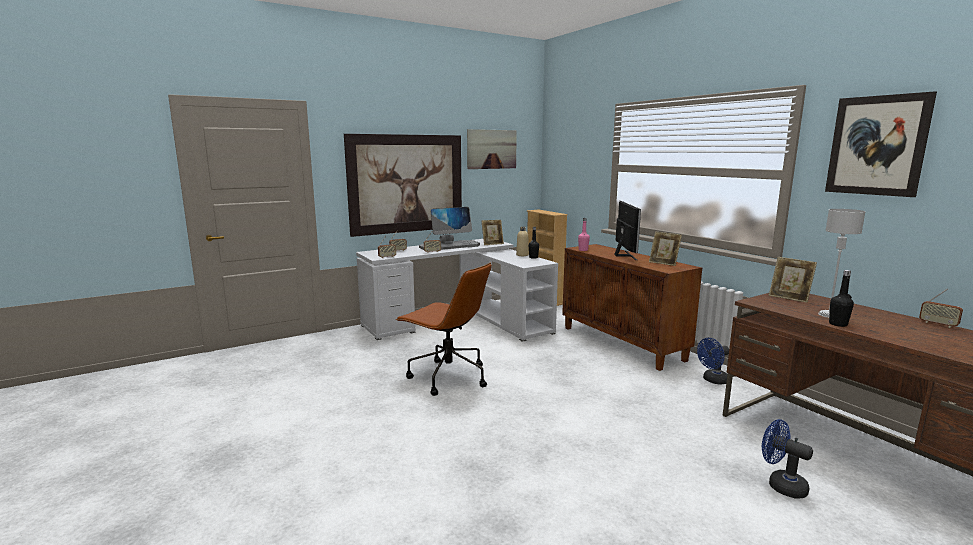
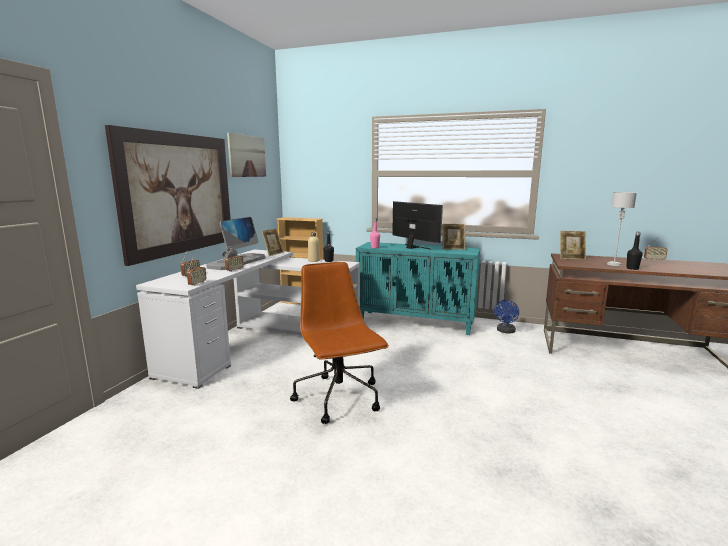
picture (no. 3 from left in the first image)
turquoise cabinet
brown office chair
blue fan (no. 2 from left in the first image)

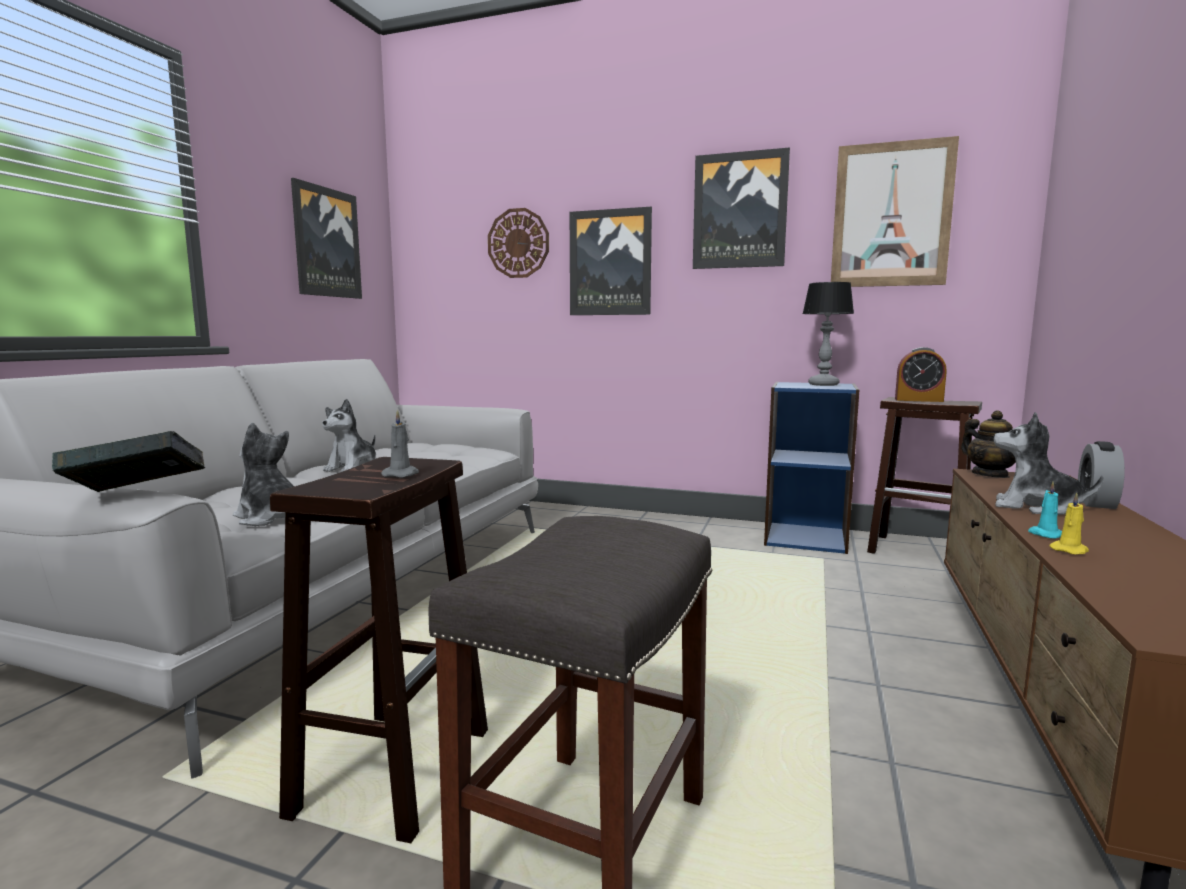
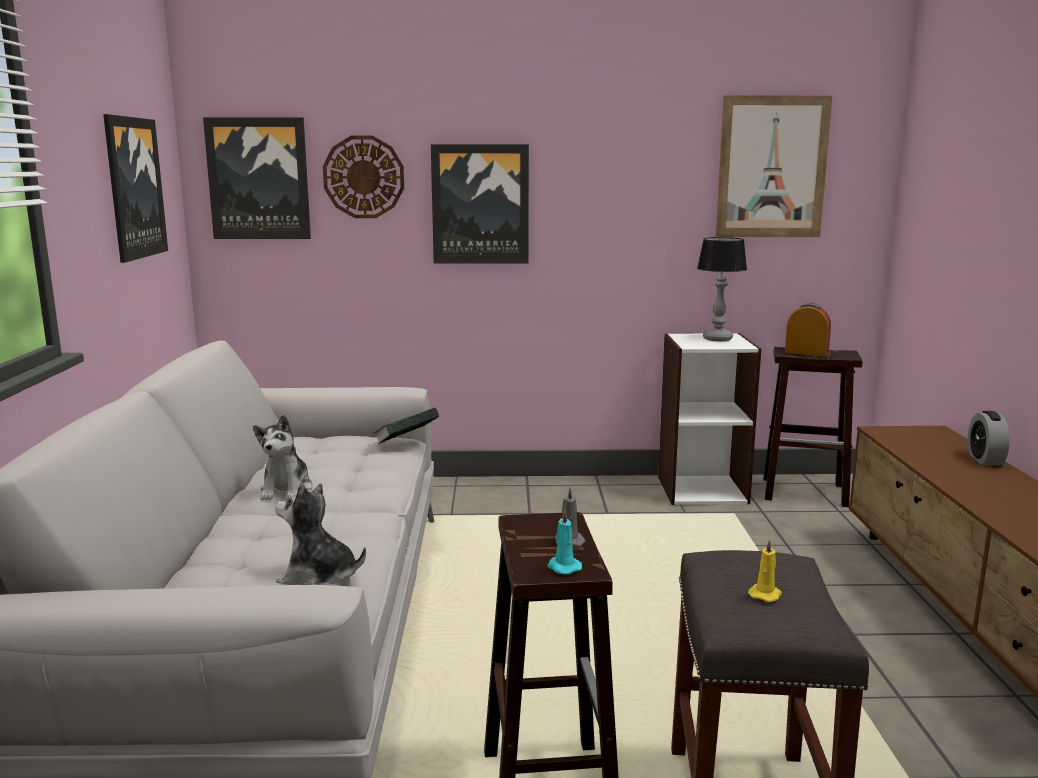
picture (no. 2 from left)
alarm clock (no. 1 from left)
white bookcase
teapot
plush toy (no. 3 from left in the first image)
book
turquoise candle
yellow candle

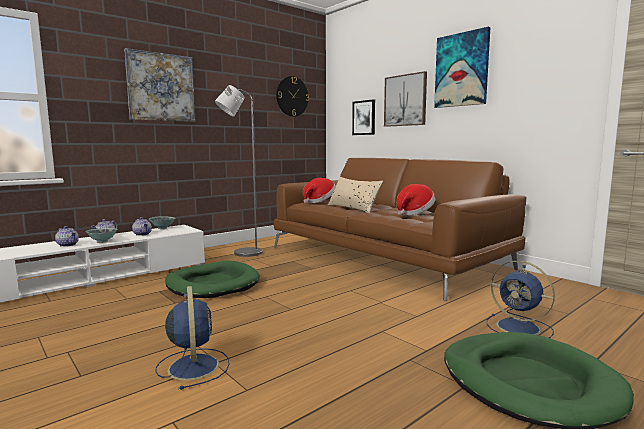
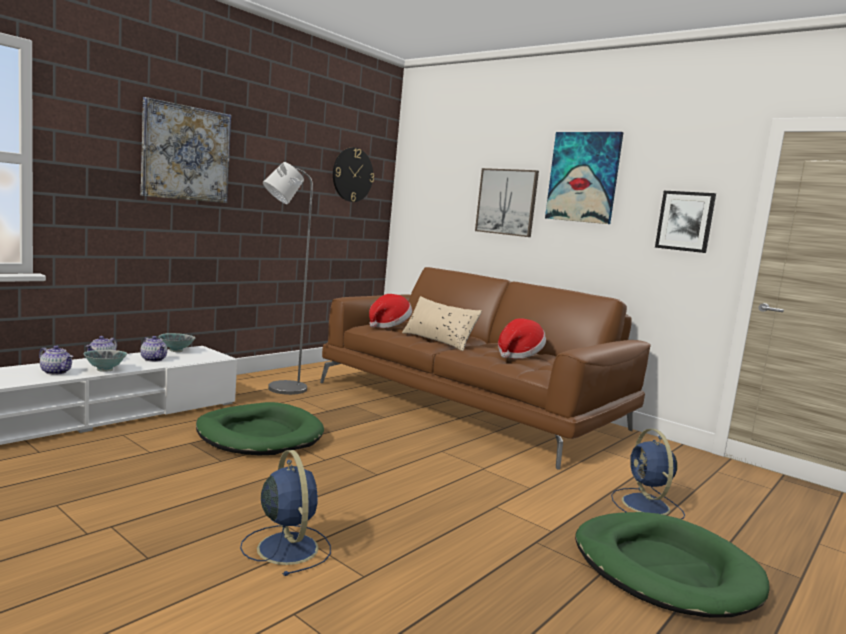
picture (no. 4 from left)
blue fan (no. 2 from left)

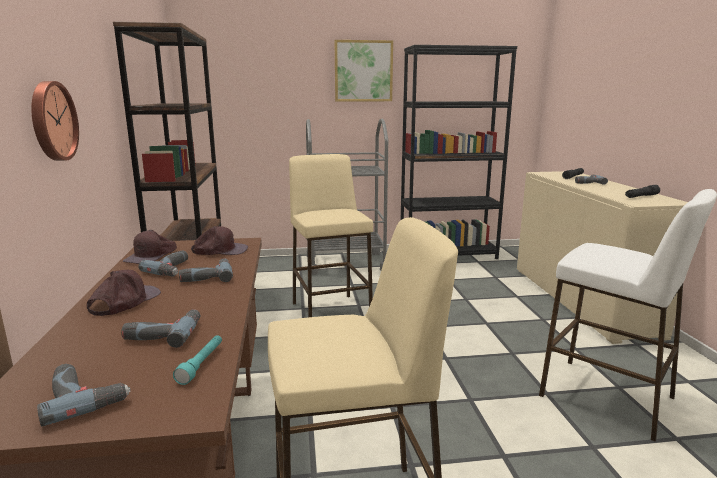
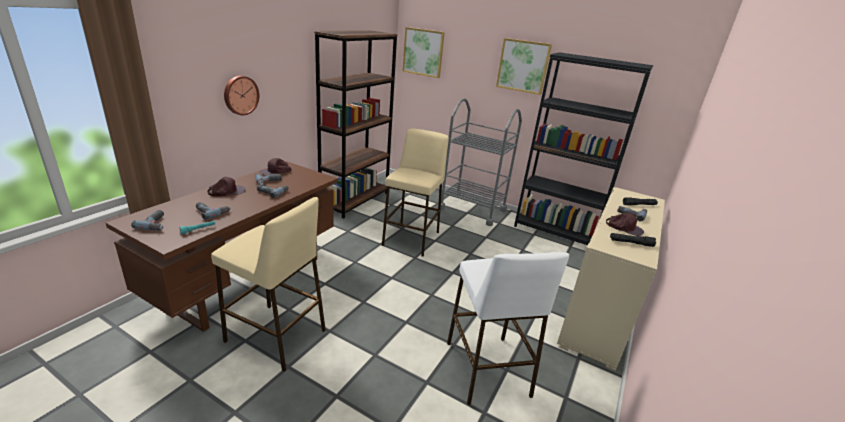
brown cap (no. 3 from left)
picture (no. 1 from left)

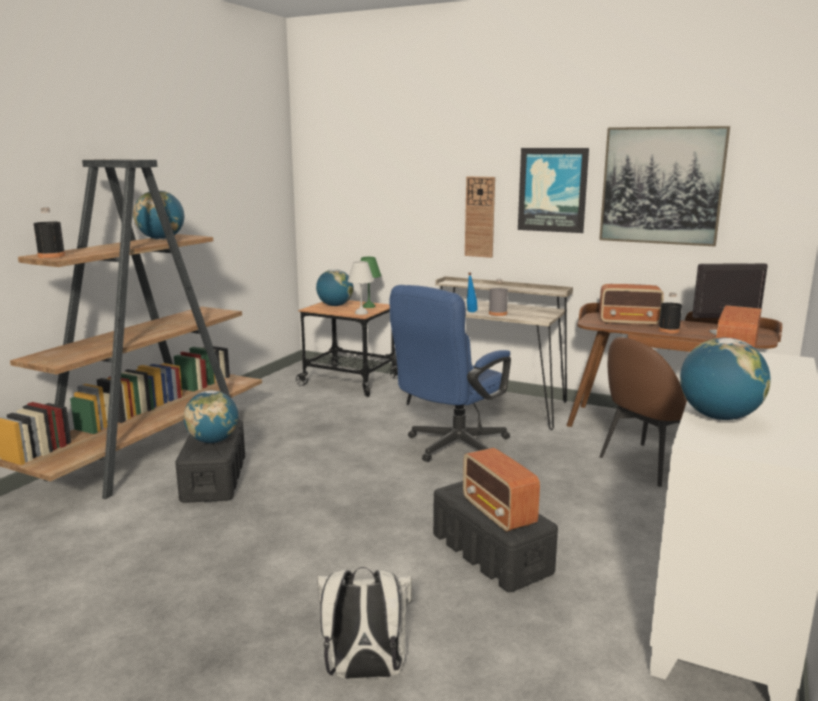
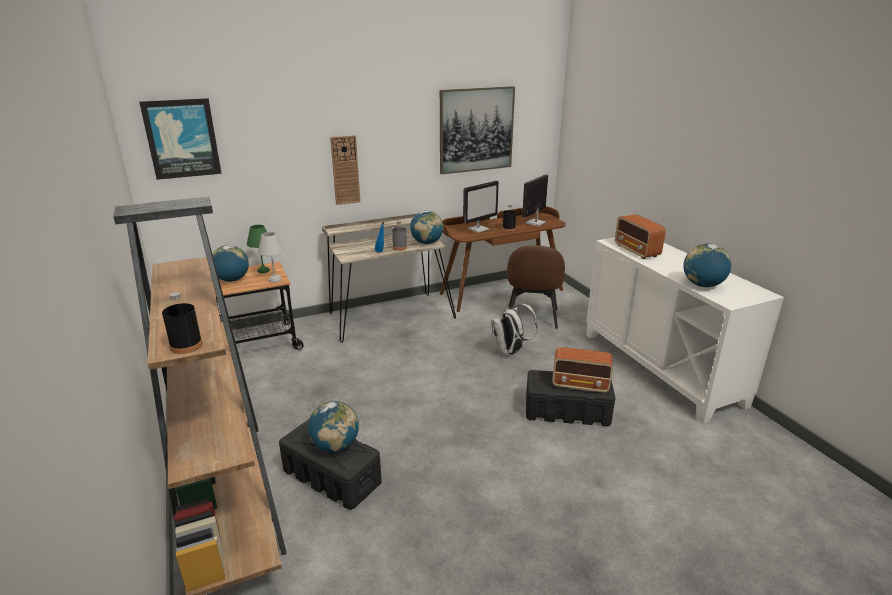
picture (no. 1 from left)
globe (no. 3 from left)
monitor (no. 1 from left)
blue office chair
white backpack

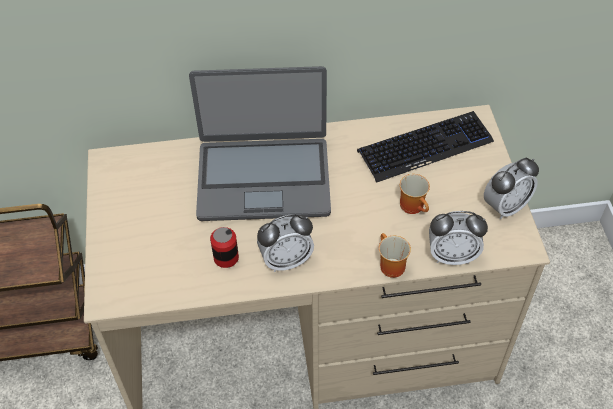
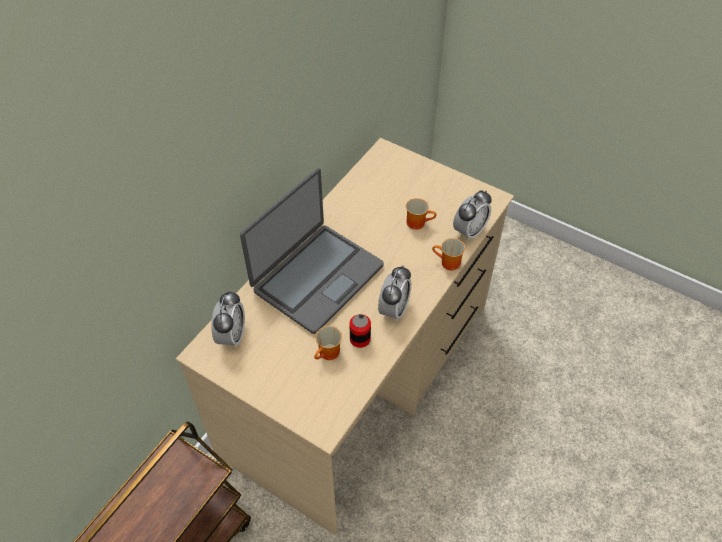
keyboard
alarm clock (no. 1 from left)
mug (no. 1 from left)

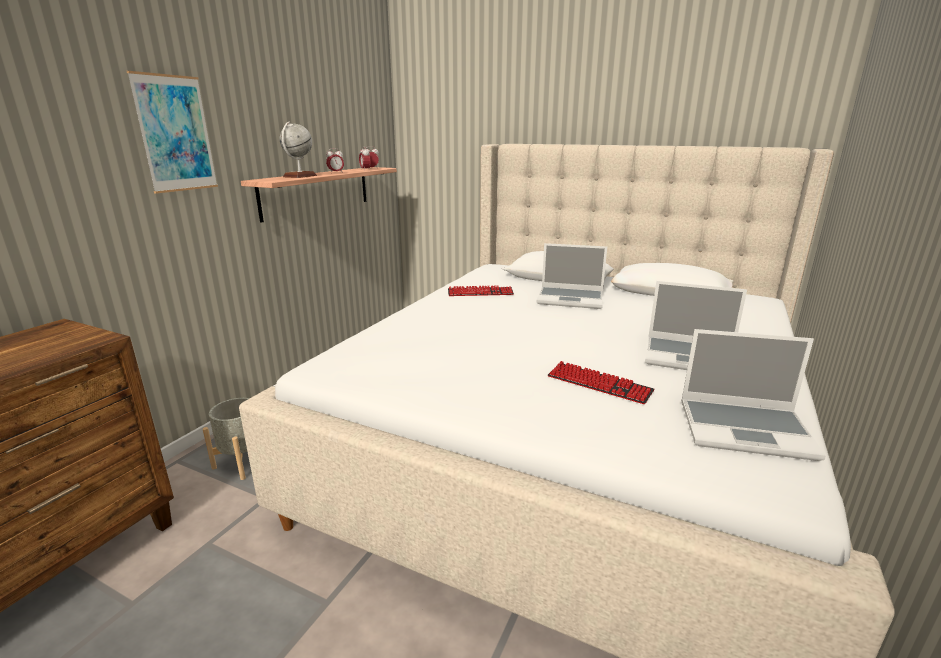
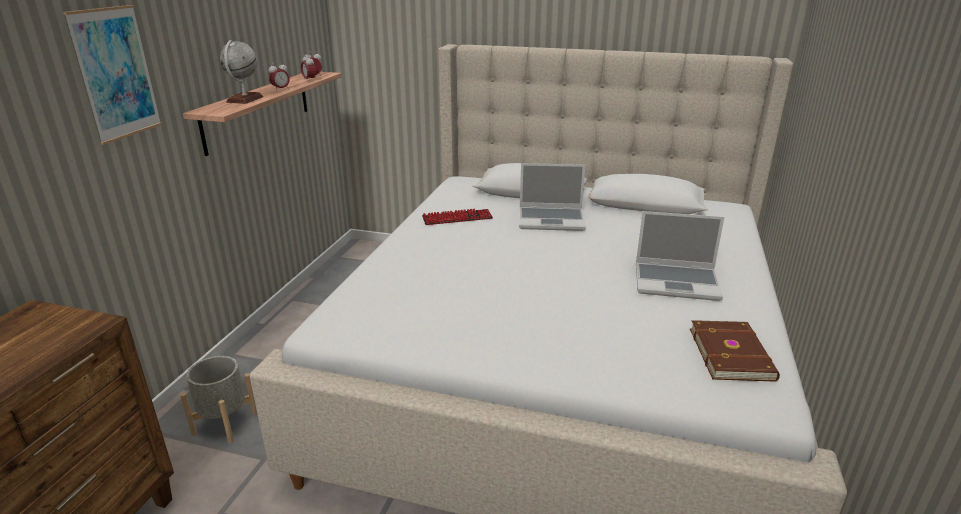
brown book
keyboard (no. 2 from left in the first image)

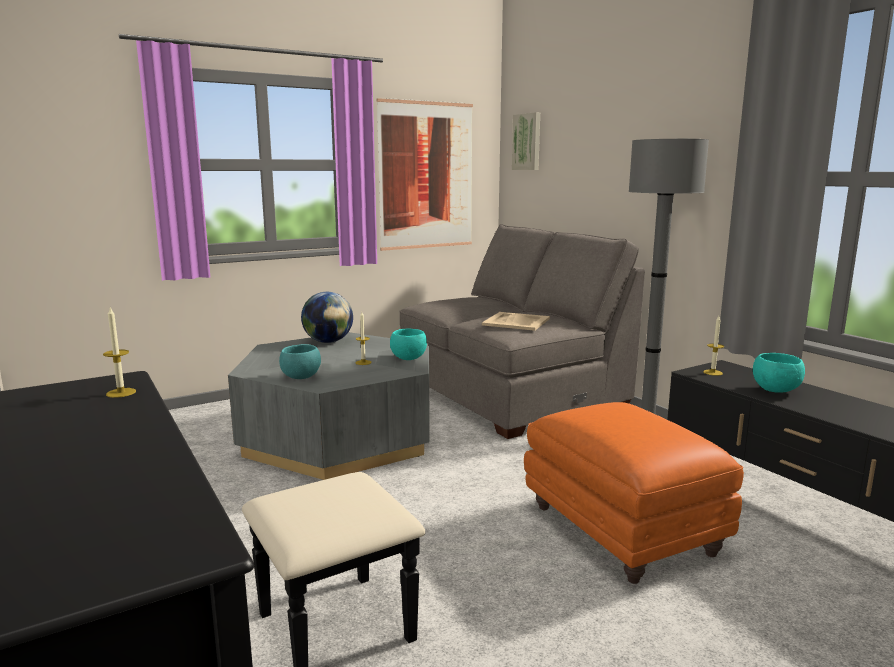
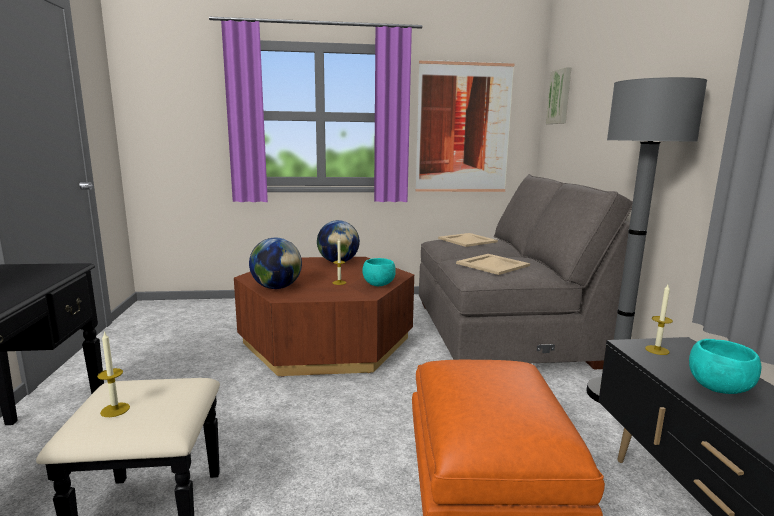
candle (no. 1 from left)
brown coffee table
globe (no. 1 from left)
beige tray (no. 1 from left)

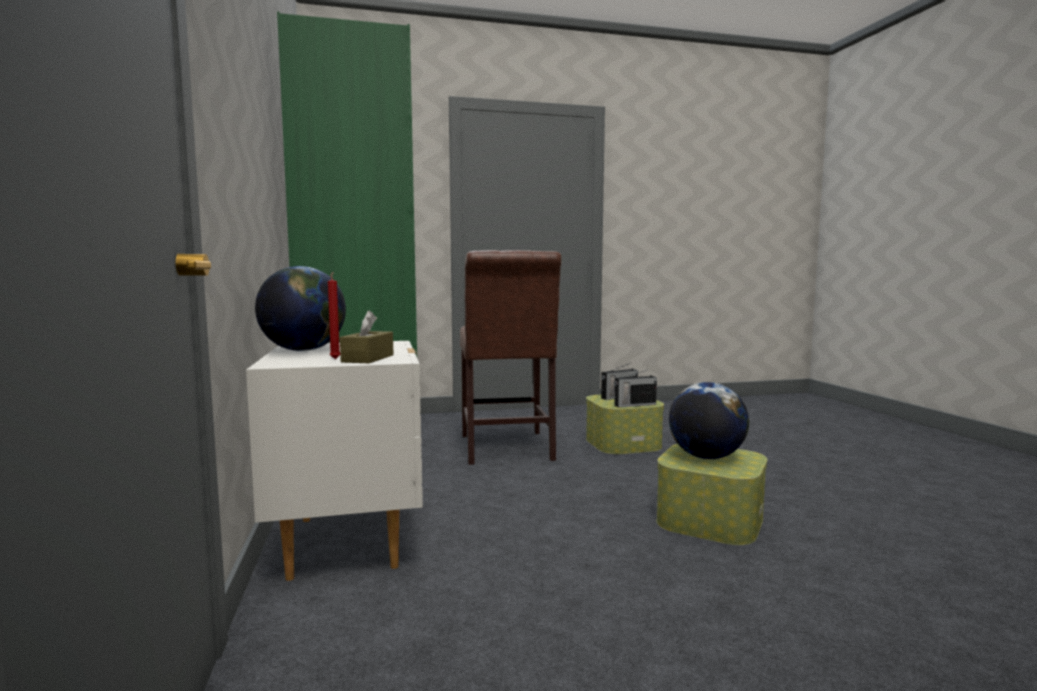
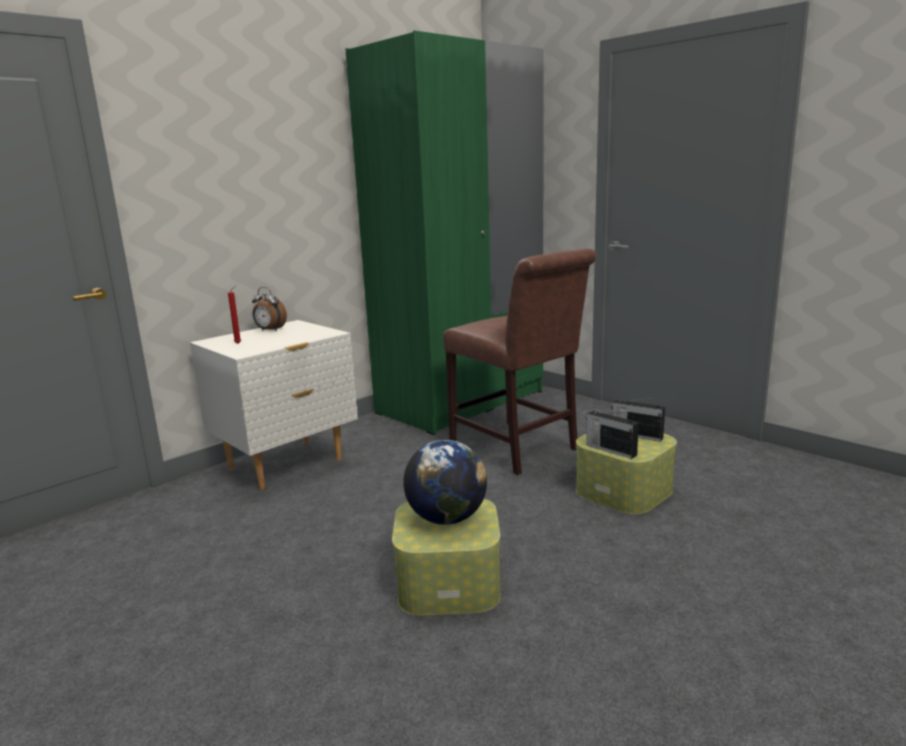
brown chair
alarm clock
brown tissue box

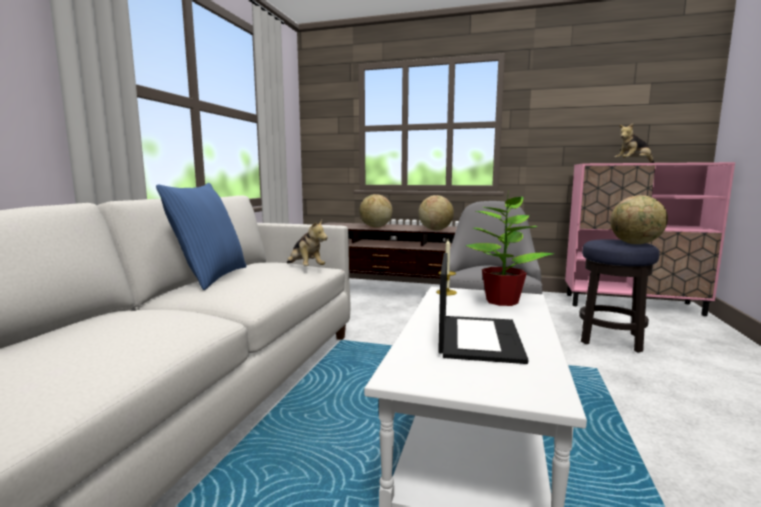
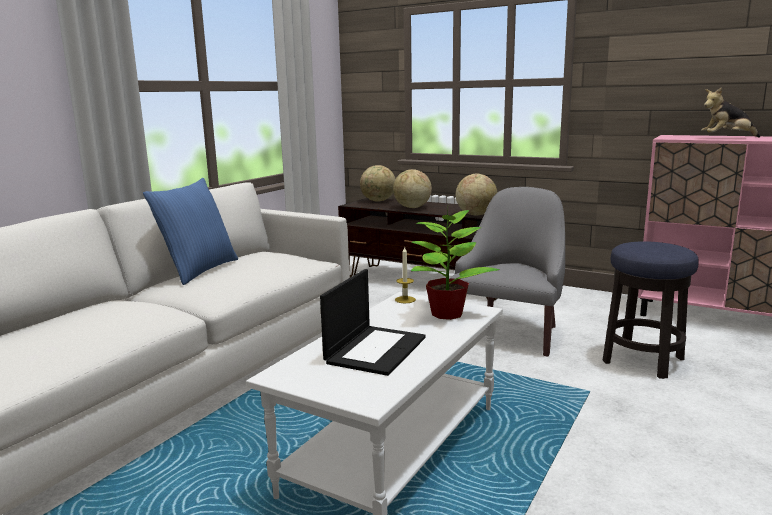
globe (no. 1 from left)
plush toy (no. 1 from left in the first image)

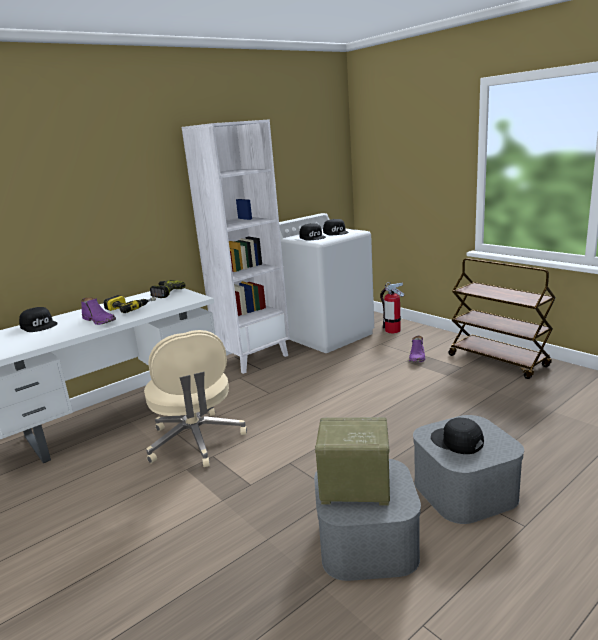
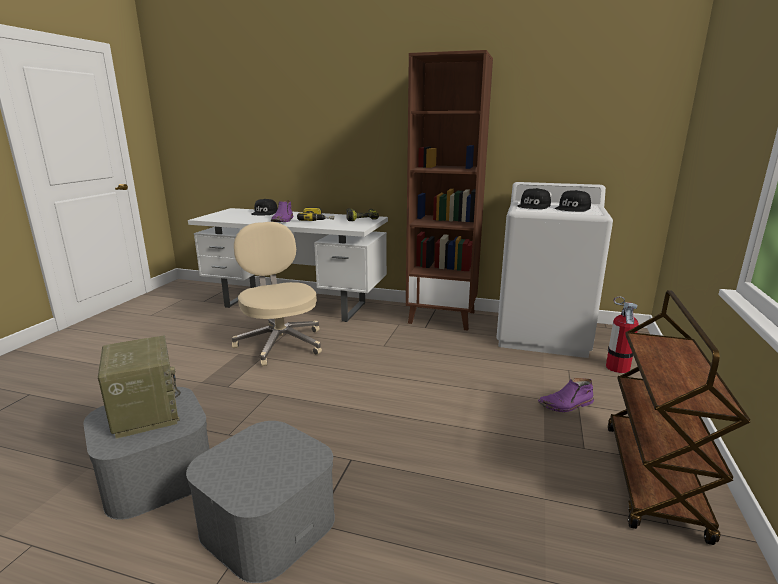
brown bookcase
beige office chair
black cap (no. 4 from left in the first image)

